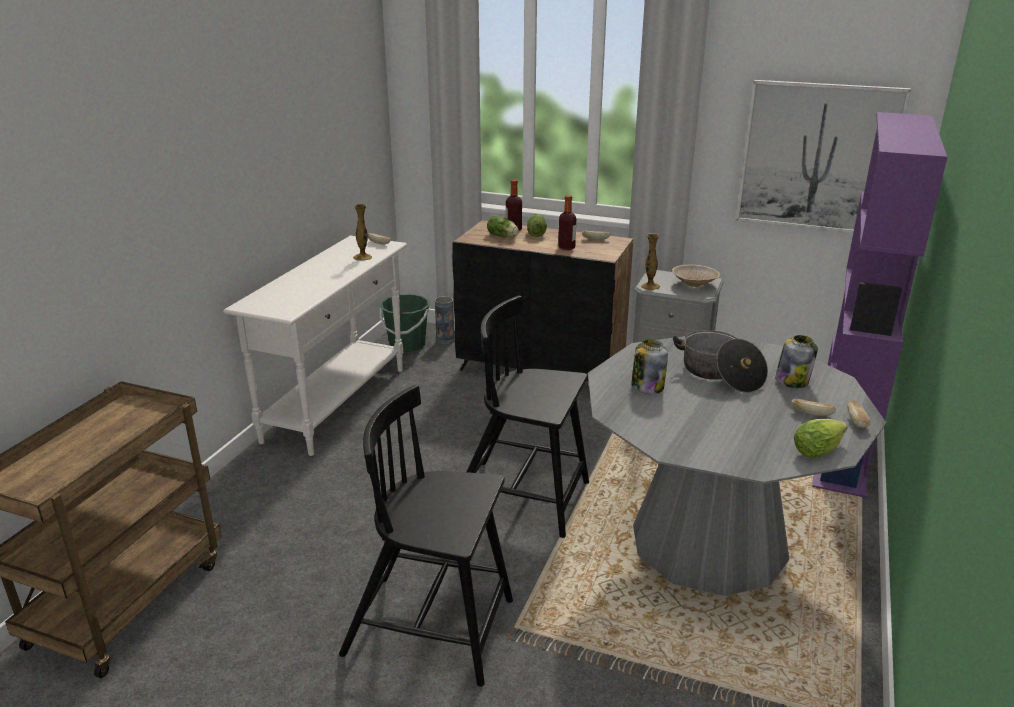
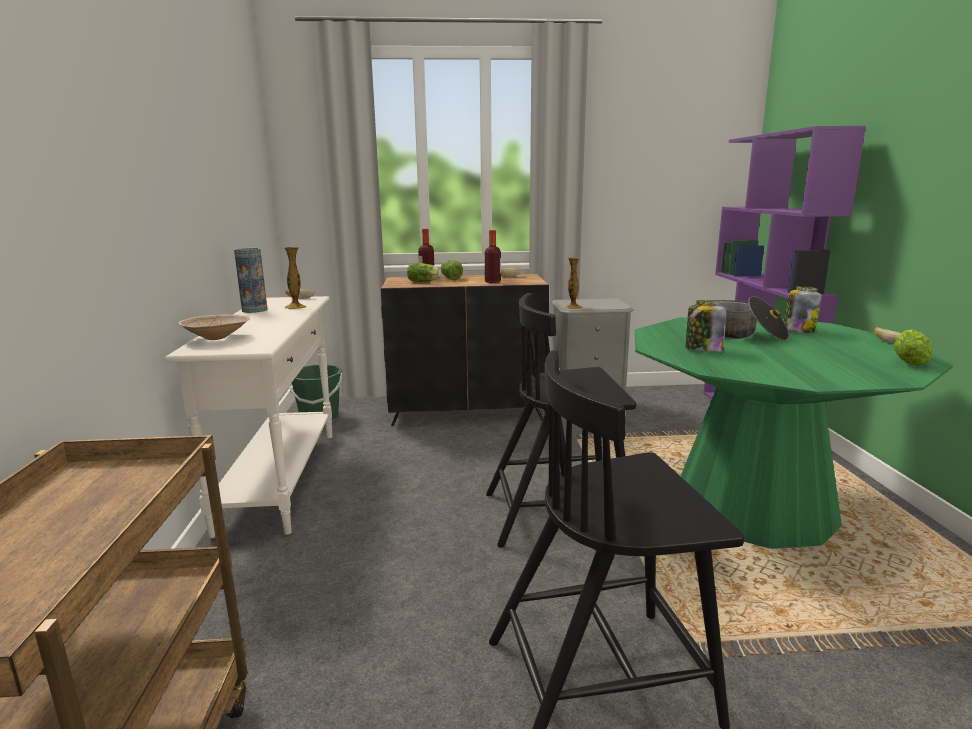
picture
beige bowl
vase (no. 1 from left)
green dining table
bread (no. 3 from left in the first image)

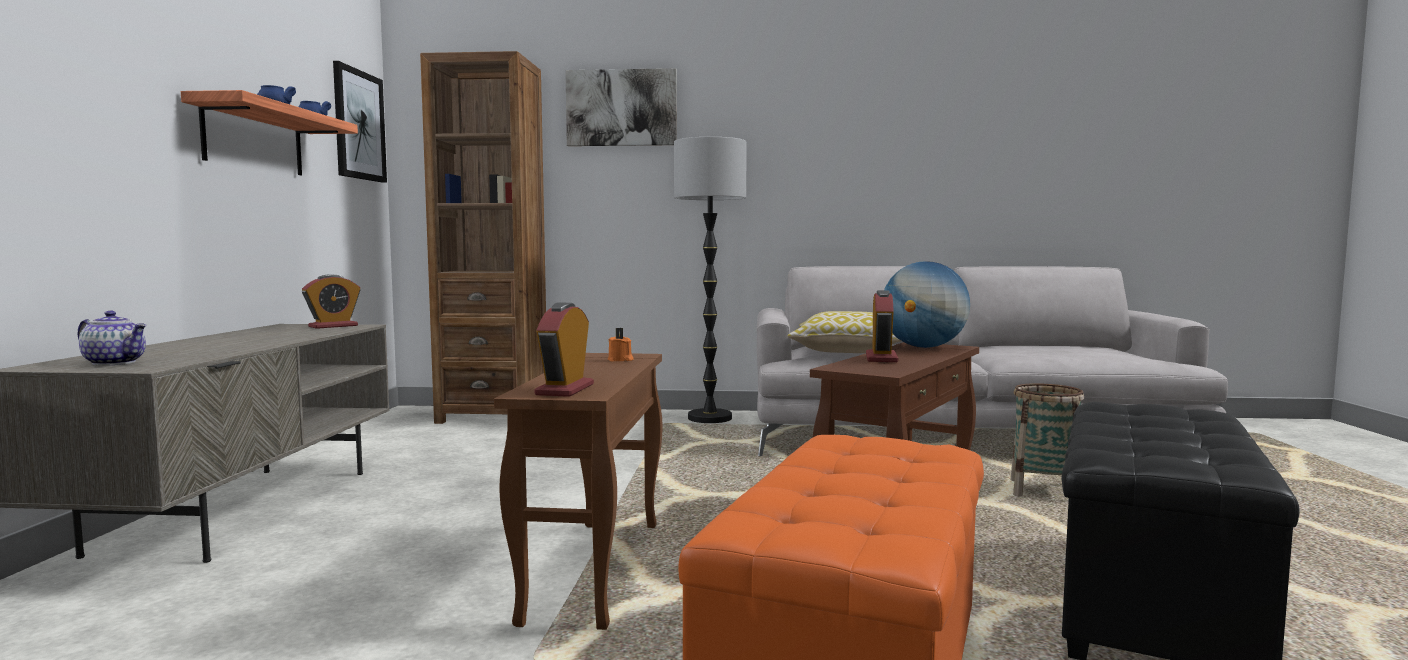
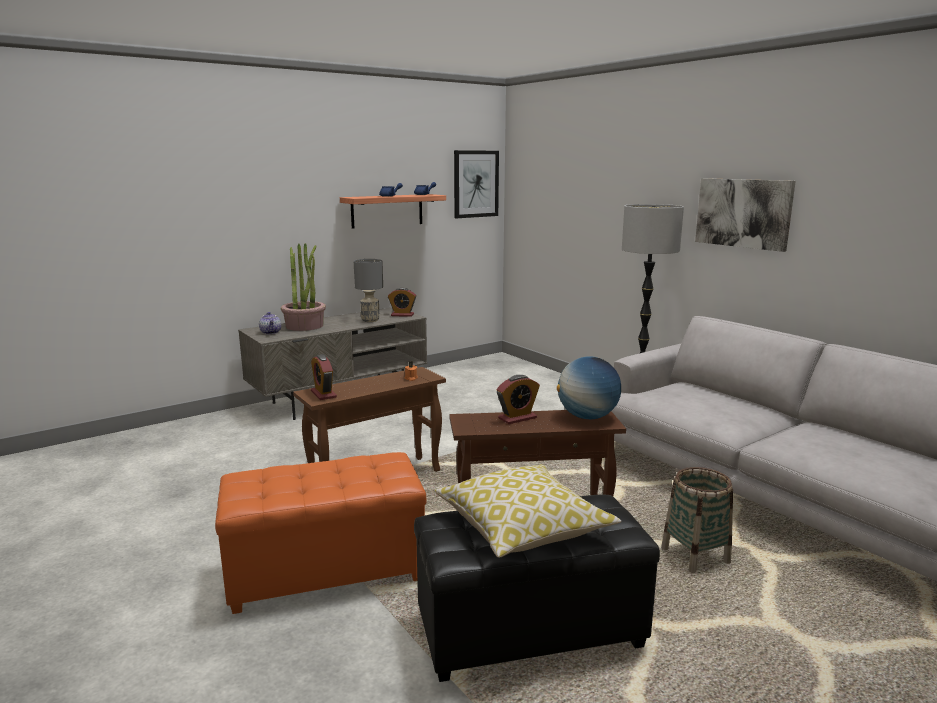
brown bookcase
picture (no. 2 from left)
alarm clock (no. 1 from left)
pillow
potted plant
grey table lamp

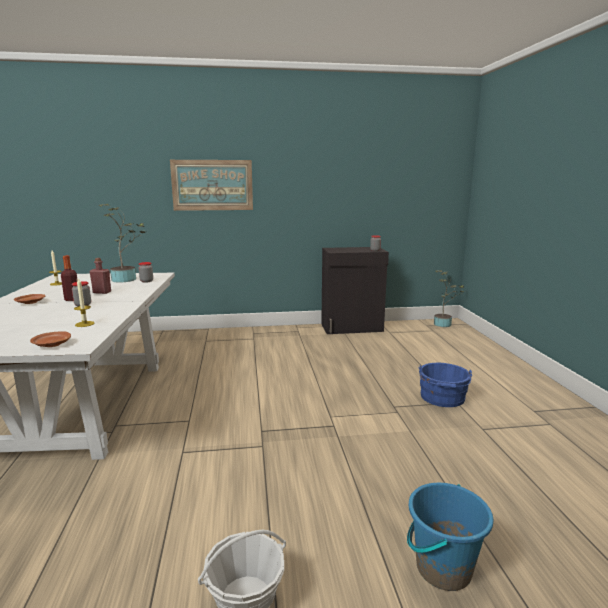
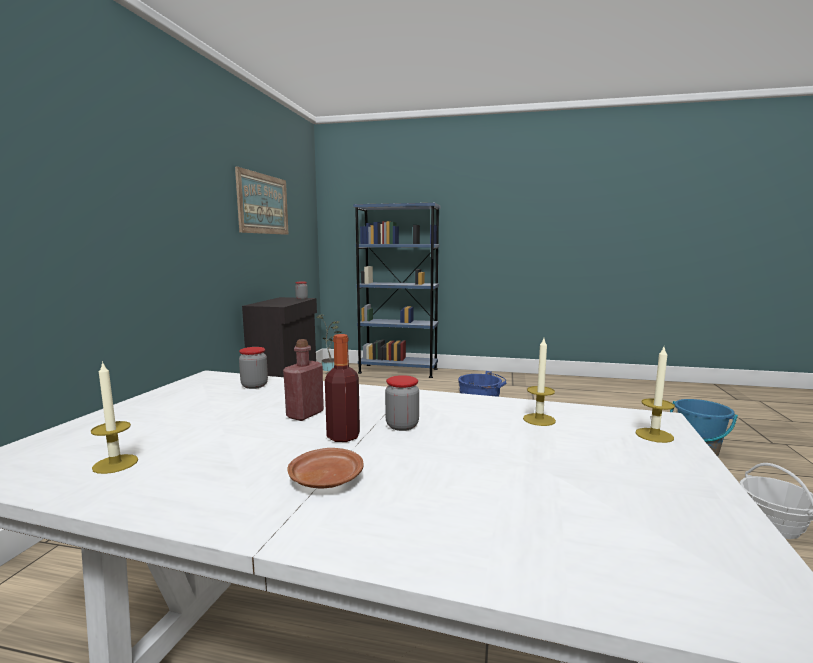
picture
potted plant (no. 1 from left in the first image)
candle (no. 3 from left)
blue bookcase

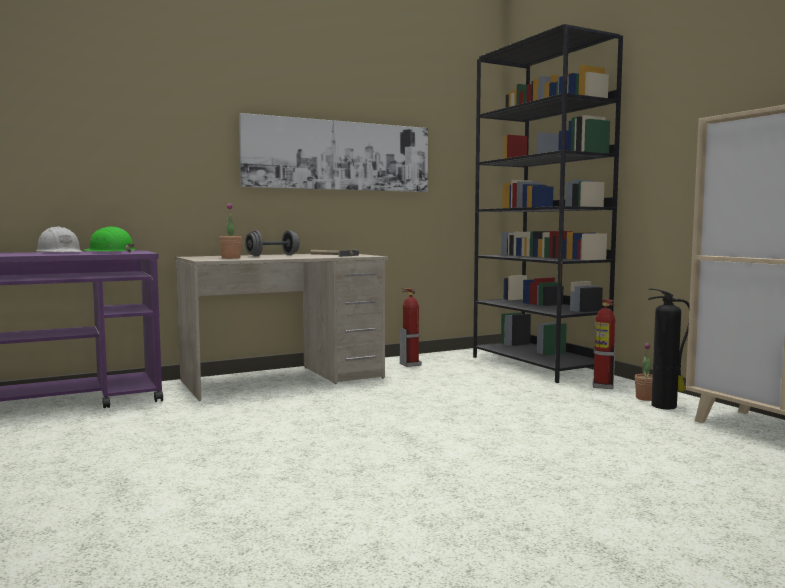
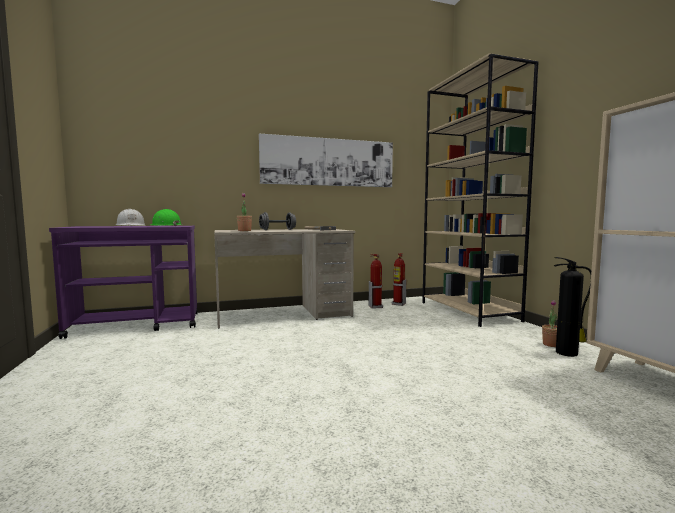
beige bookcase
fire extinguisher (no. 2 from left)

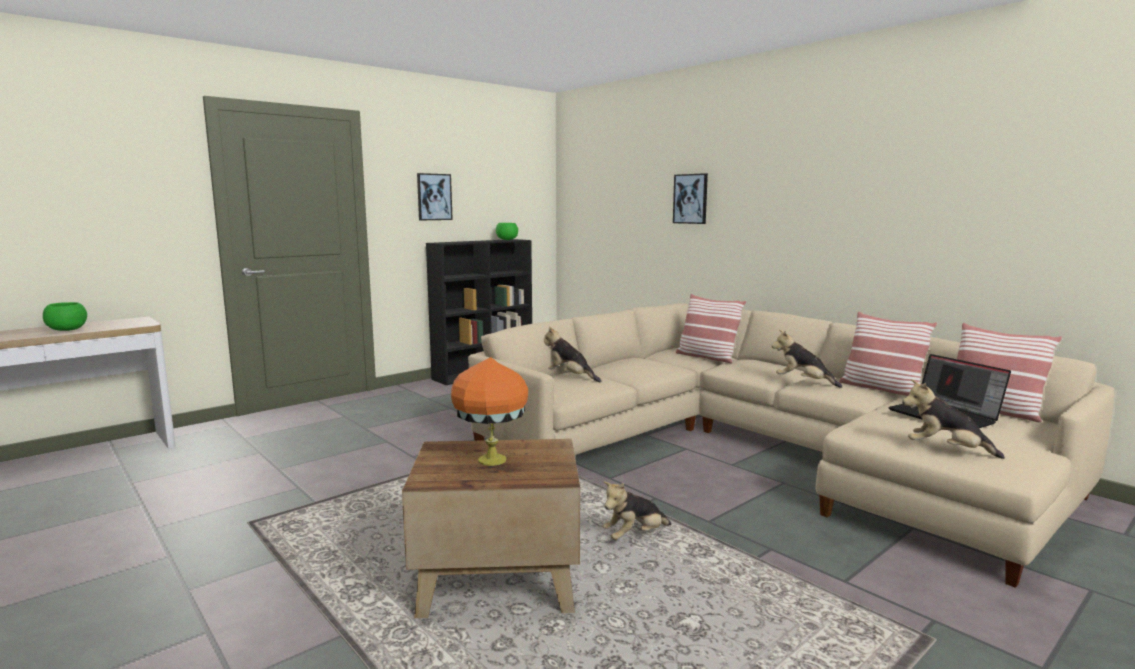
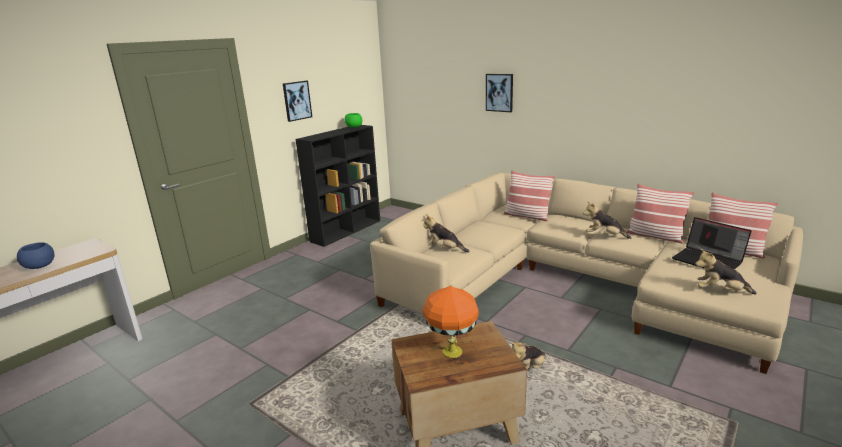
blue bowl

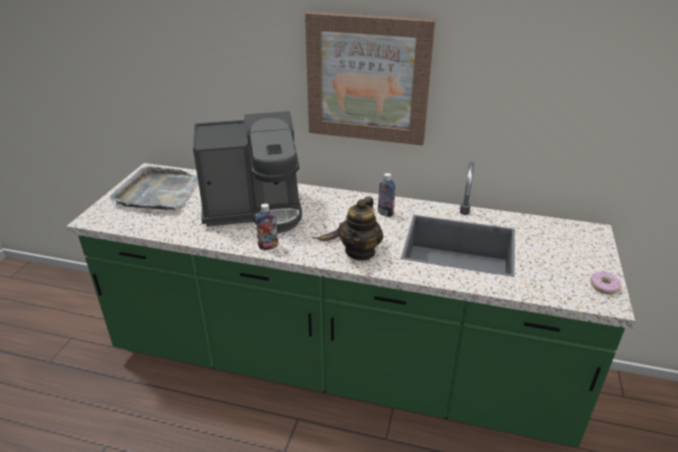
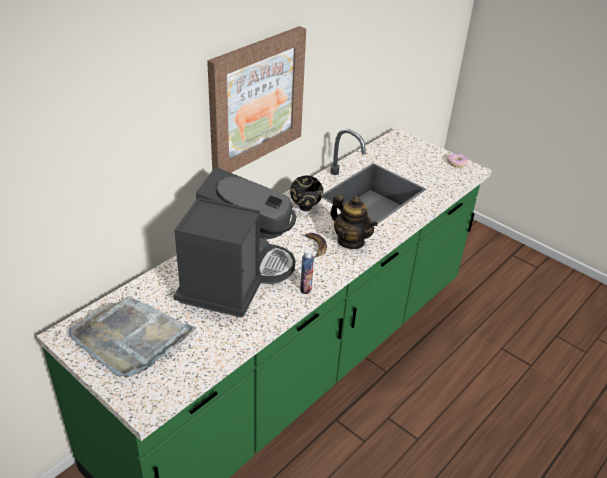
black bowl

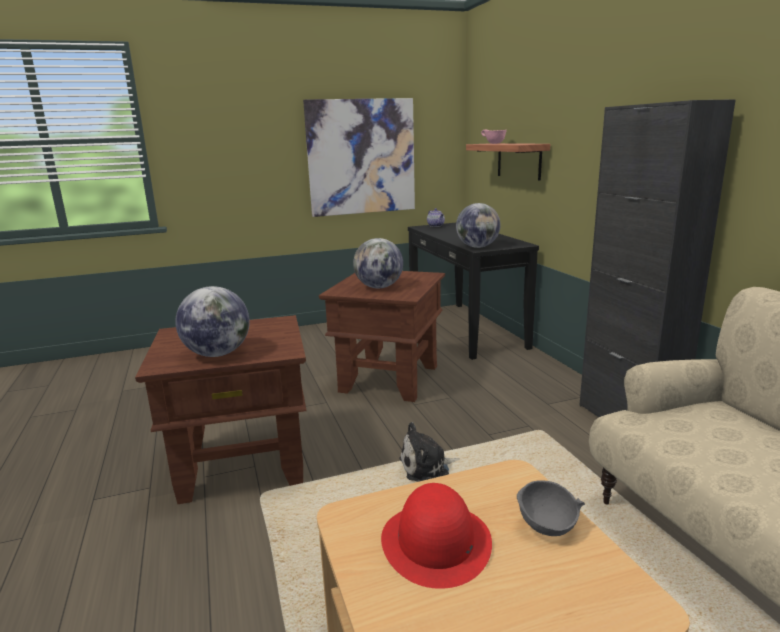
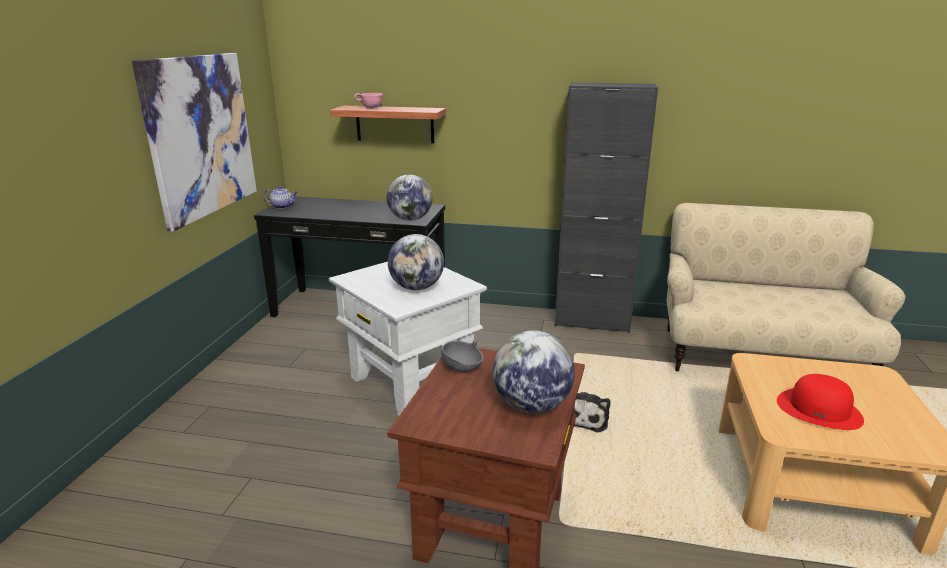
white side table
grey bowl

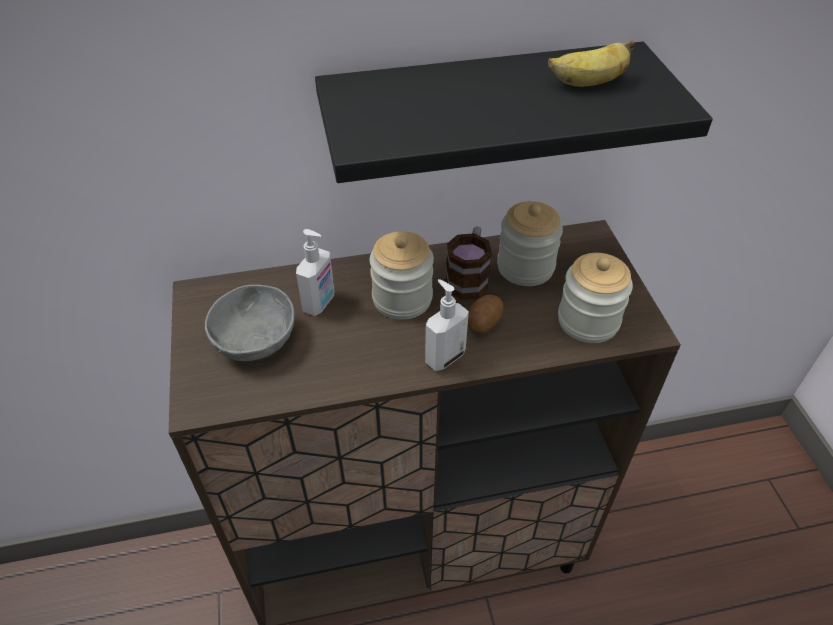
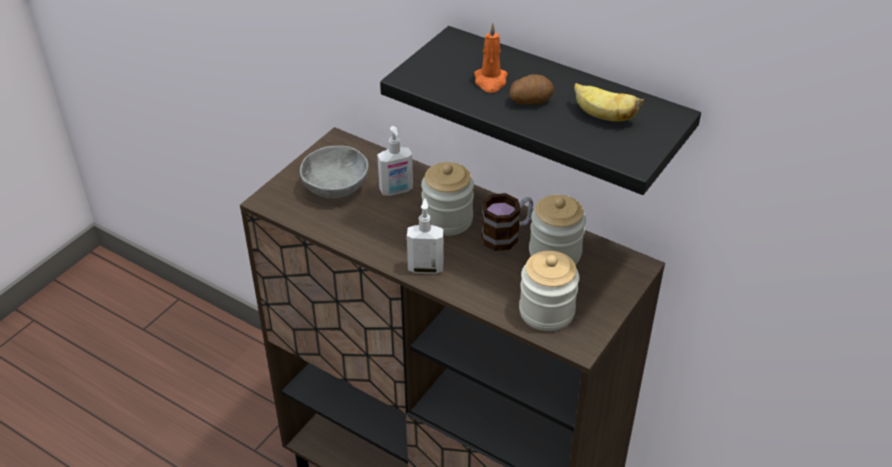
potato
orange candle

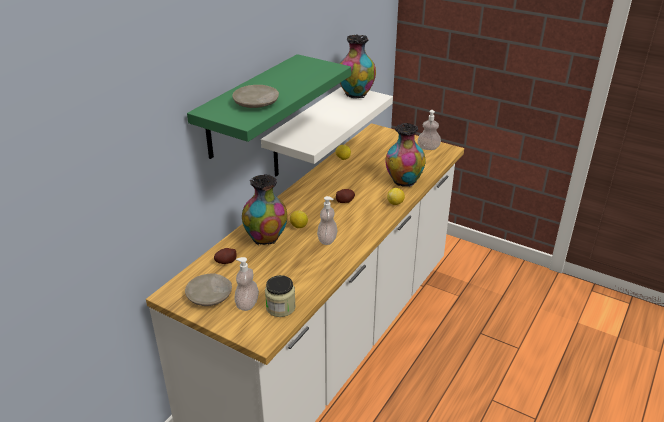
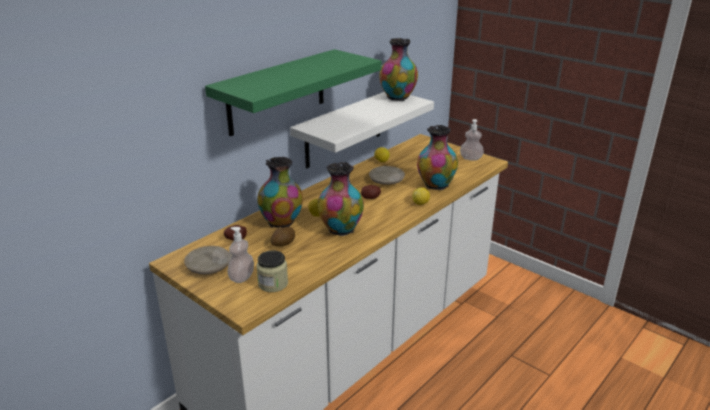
beige plate (no. 2 from left)
vase (no. 2 from left)
potato (no. 2 from left)

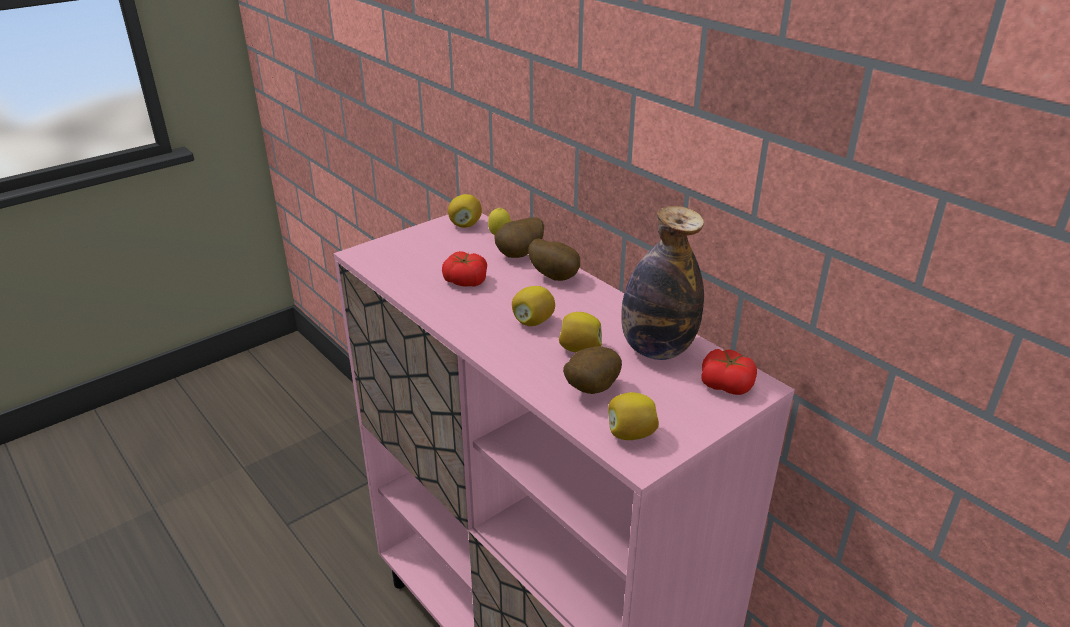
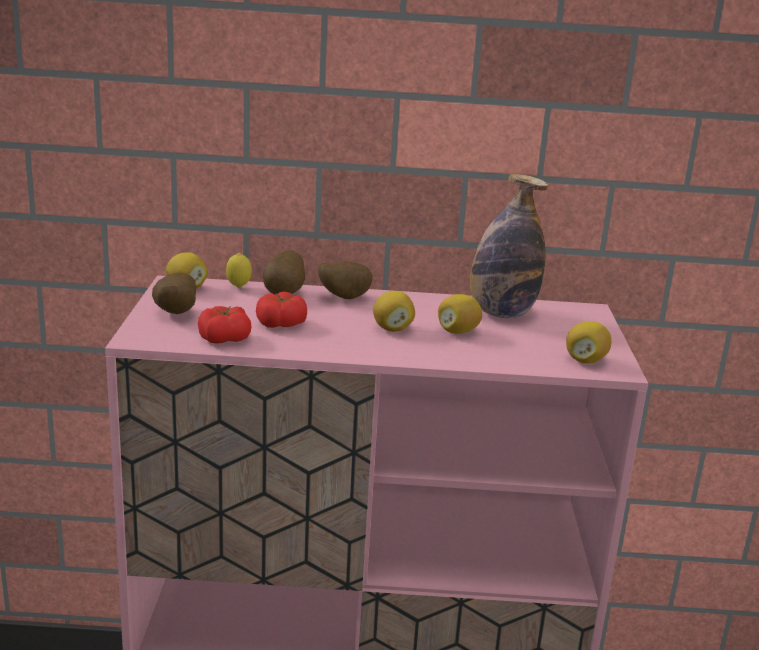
potato (no. 1 from left)
tomato (no. 1 from left)

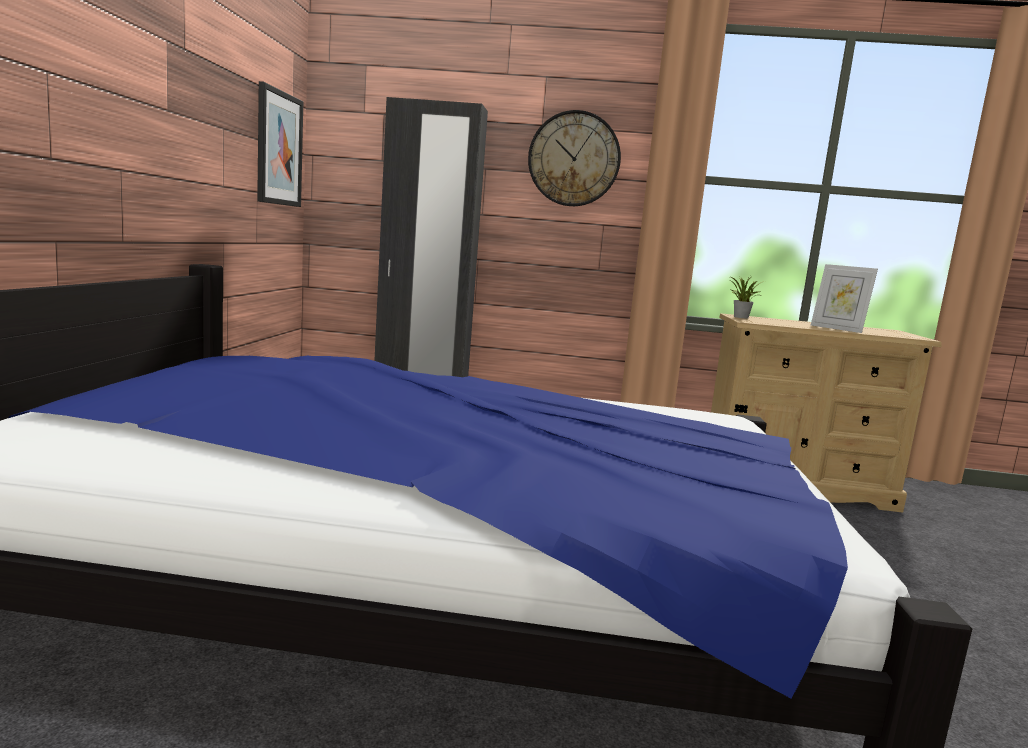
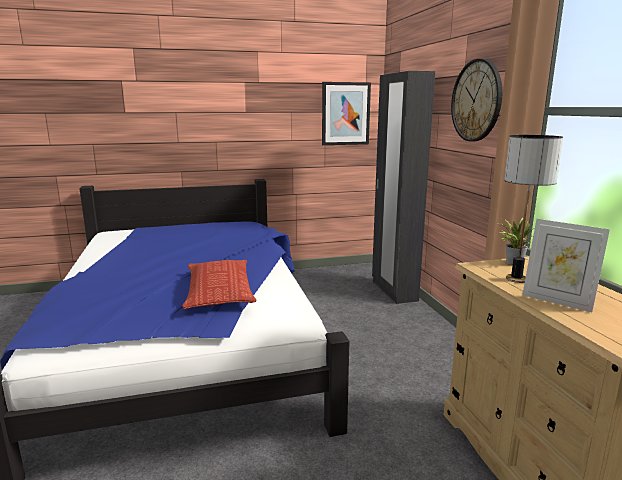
picture frame
table lamp
pillow

